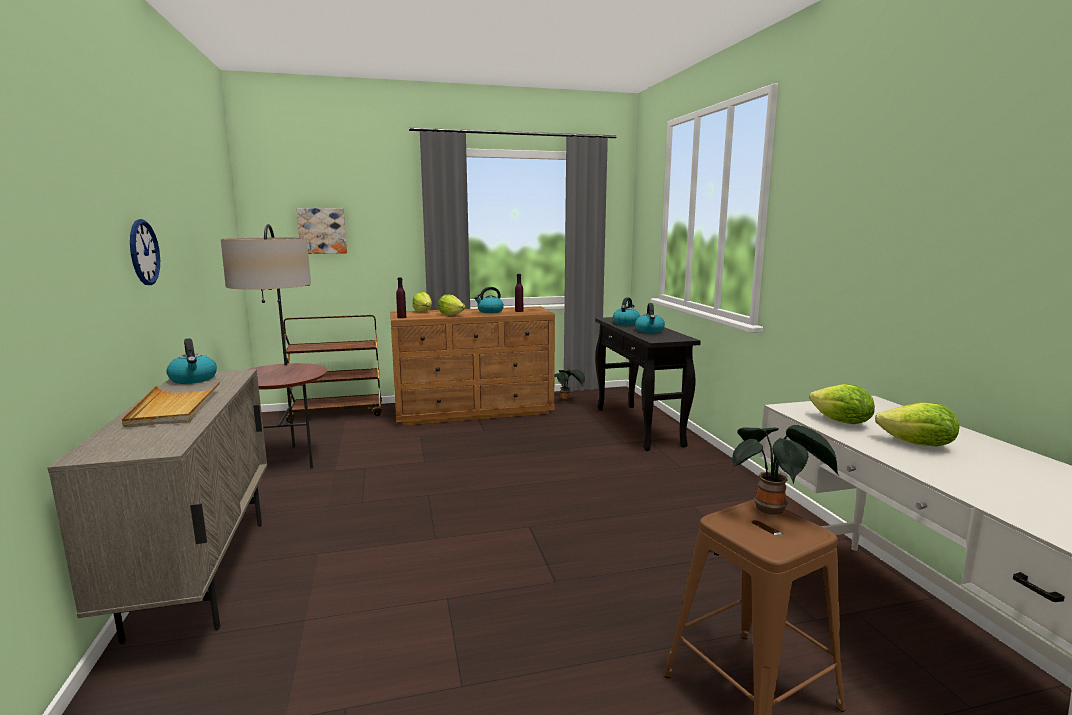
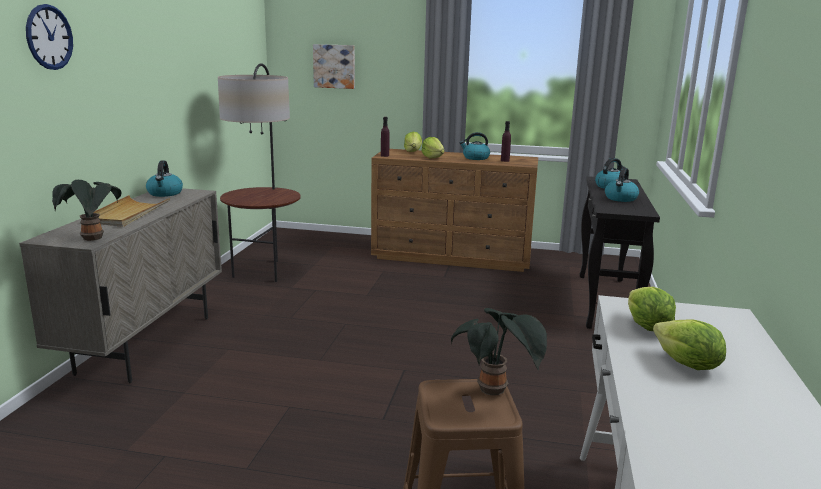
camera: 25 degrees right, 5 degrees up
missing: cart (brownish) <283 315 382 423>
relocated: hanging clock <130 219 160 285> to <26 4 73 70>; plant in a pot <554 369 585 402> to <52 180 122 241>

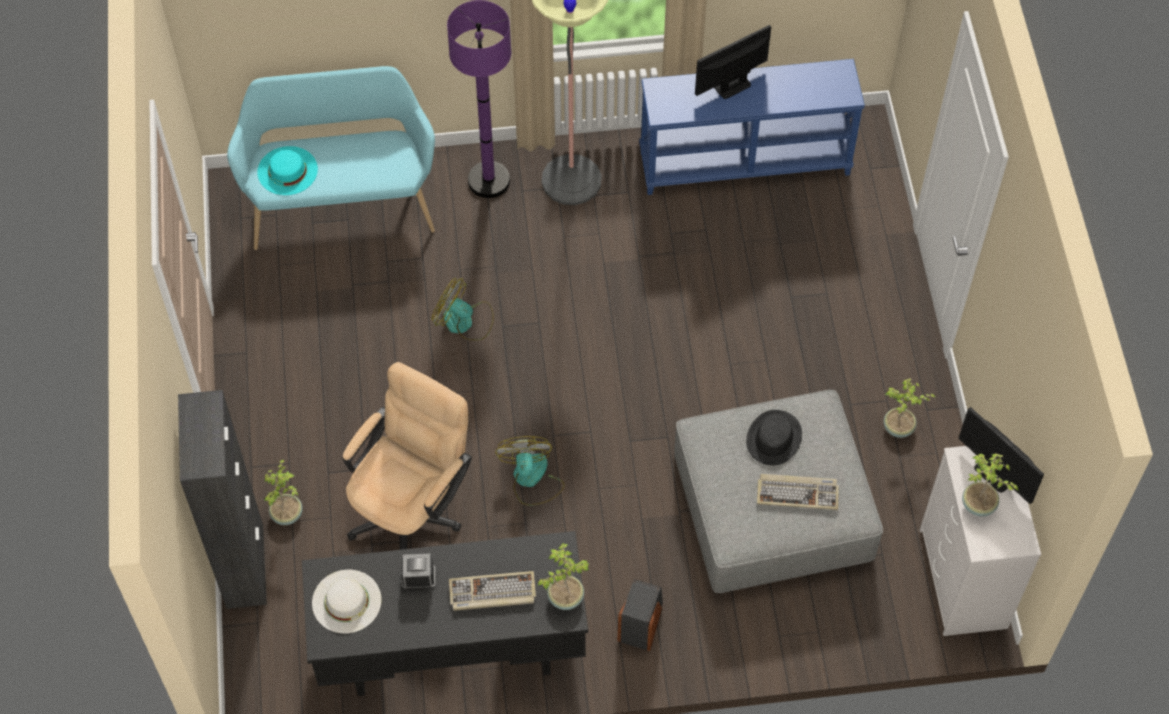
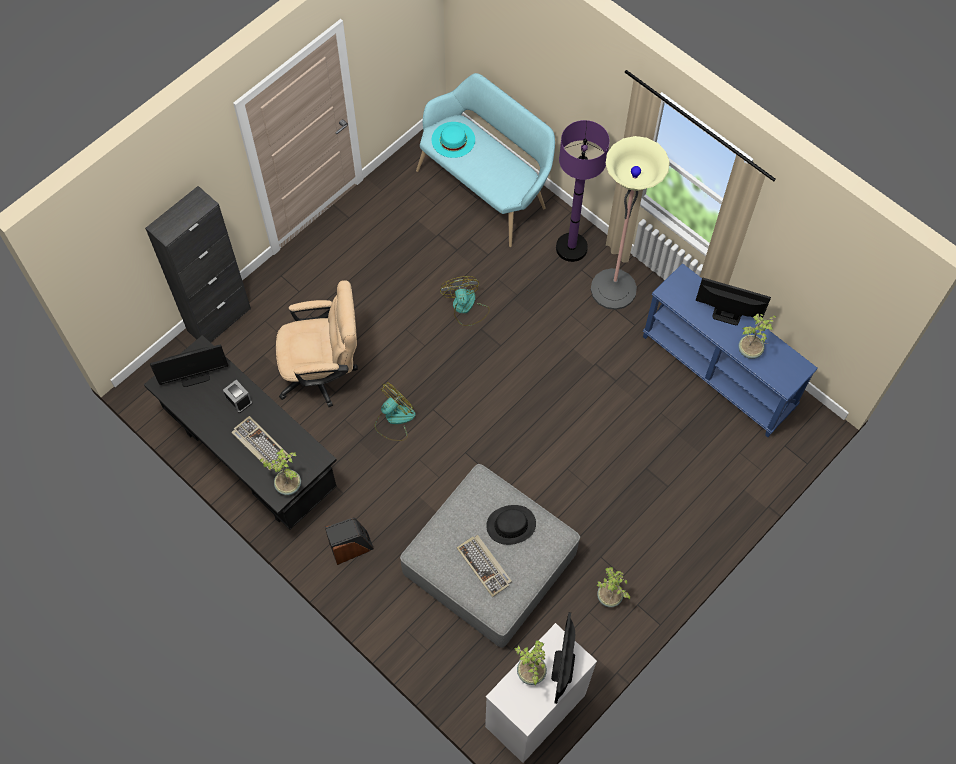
camera: 50 degrees right, 5 degrees up
relocated: plant in a pot <264 460 303 525> to <739 314 776 359>
exchanged: clothing hat (white) <312 570 381 634> to monitor <150 344 228 387>

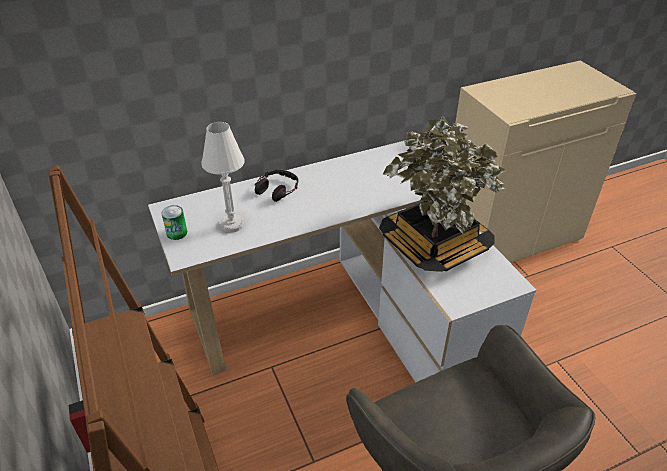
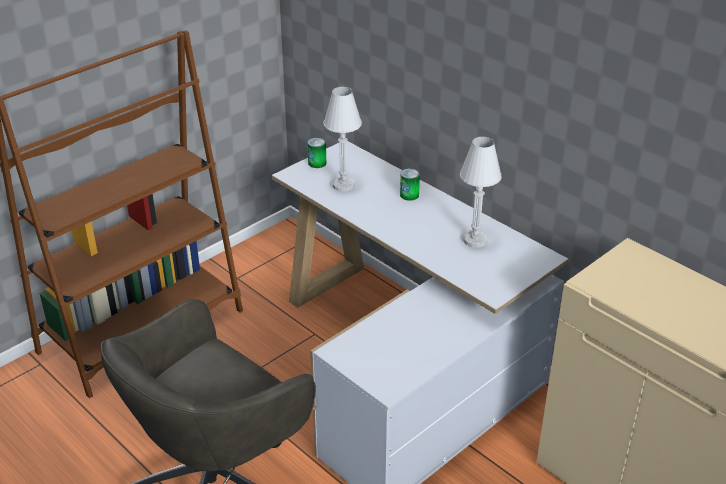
camera: 70 degrees right, 5 degrees down
missing: plant in a pot <379 116 506 272>
appeared: tabletop lamp (white) <460 137 502 248>
exchanged: headphones <255 169 299 202> to can <400 168 420 201>

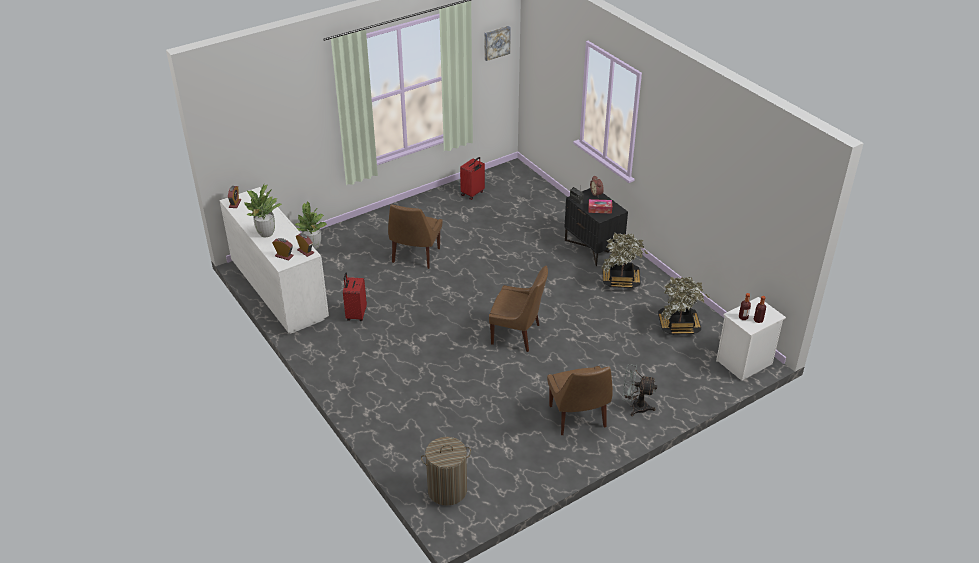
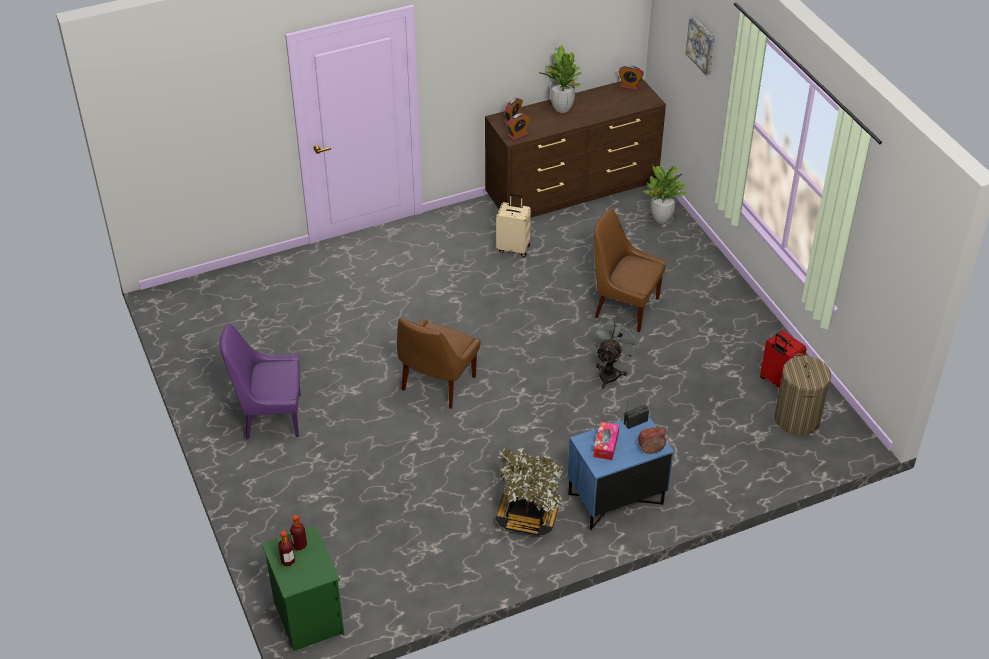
camera: 100 degrees right, 5 degrees up
missing: plant in a pot <658 277 710 334>
relocated: cooling fan (greyish) <622 364 657 416> to <592 317 639 389>; wall picture <485 26 511 61> to <685 17 715 76>; hamper <421 437 471 506> to <775 354 831 435>
colour: plain chair (brownish) <547 366 613 435> to plain chair (purple) <220 324 301 440>; bedside table (white) <716 297 786 381> to bedside table (greenish) <262 525 344 651>; chest of drawers (white) <220 187 329 334> to chest of drawers (brownish) <485 78 666 218>; piece of luggage (red-coloured) <343 273 367 321> to piece of luggage (beige-coloured) <496 193 531 257>; bedside table (black) <564 188 628 266> to bedside table (blue-coloured) <568 416 674 530>

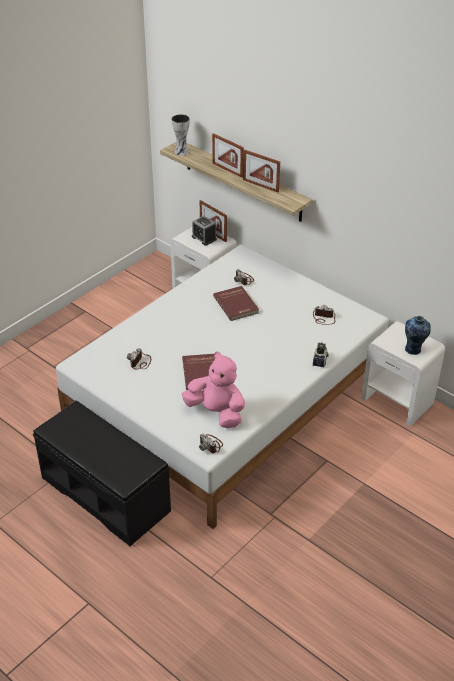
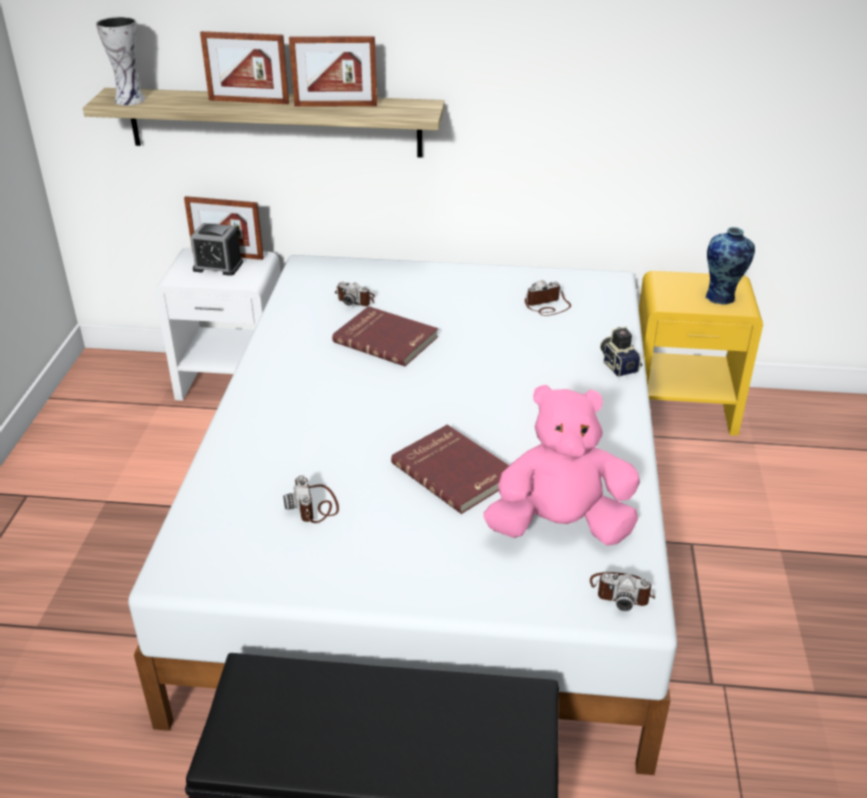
camera: 35 degrees left, 5 degrees down
colour: bedside table (white) <361 321 445 426> to bedside table (yellowish) <639 271 763 436>

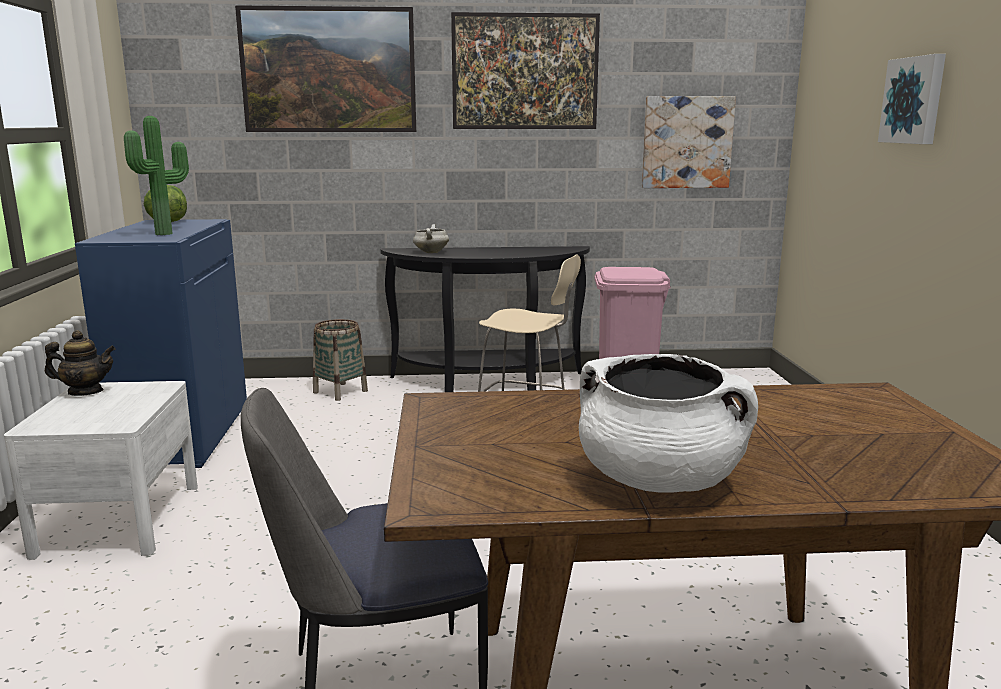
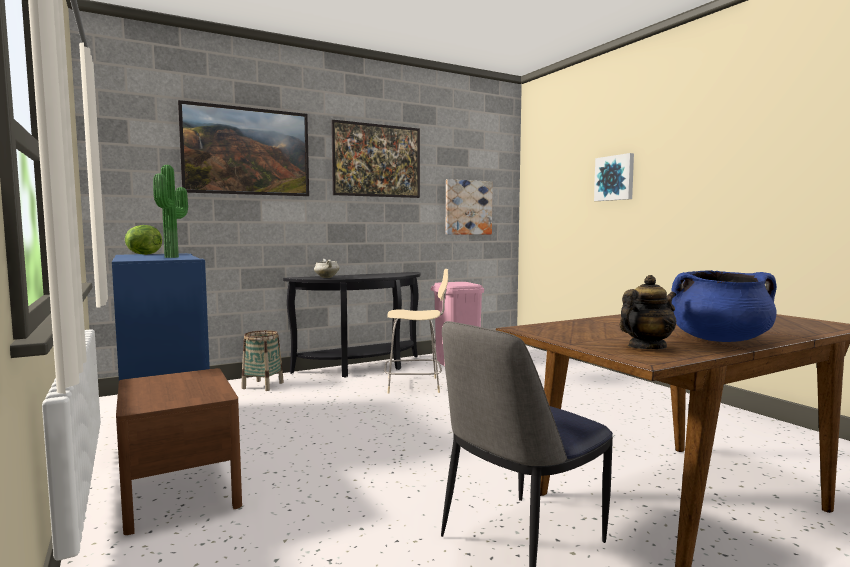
camera: 25 degrees left, 10 degrees down
relocated: teapot <45 330 116 396> to <620 275 676 349>
colour: bedside table (white) <4 381 198 560> to bedside table (brownish) <116 368 242 535>; saucepot (white) <579 354 758 493> to saucepot (blue-coloured) <671 270 777 342>

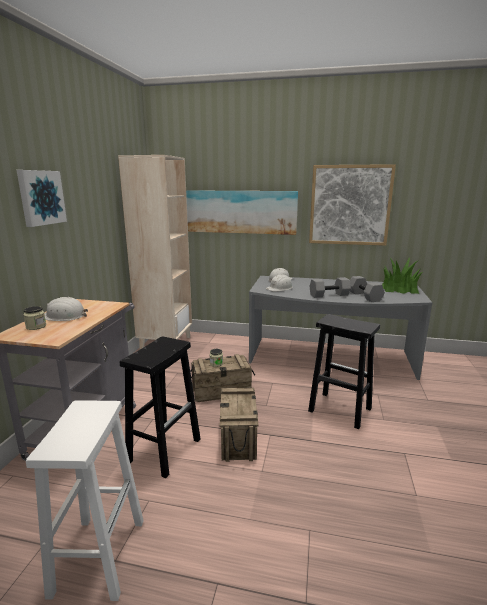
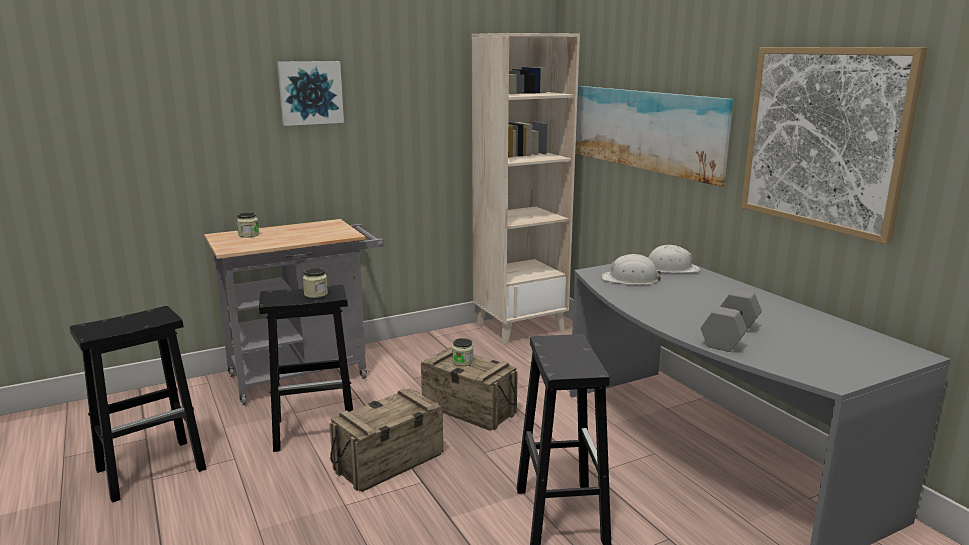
camera: 50 degrees right, 0 degrees up
missing: safety helmet (white) <44 297 88 321>; dumbbell (greyish) <309 277 351 298>; plant in a pot <382 257 422 294>
appeared: preserve jar <303 268 328 298>
colour: stool seat (white) <26 400 144 601> to stool seat (black) <70 306 206 503>

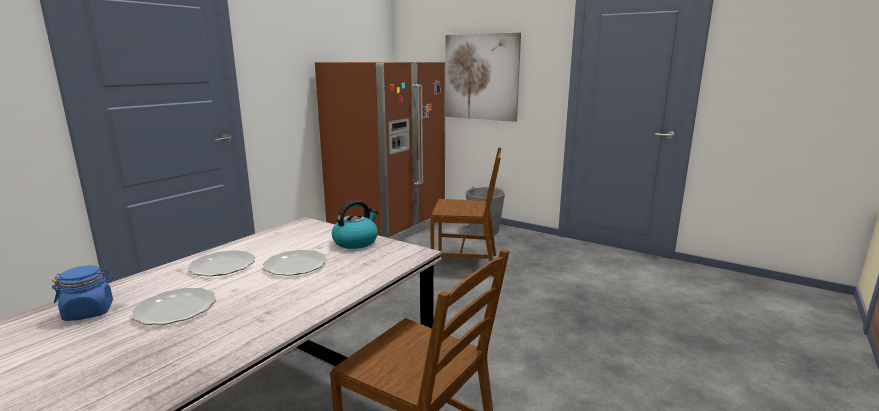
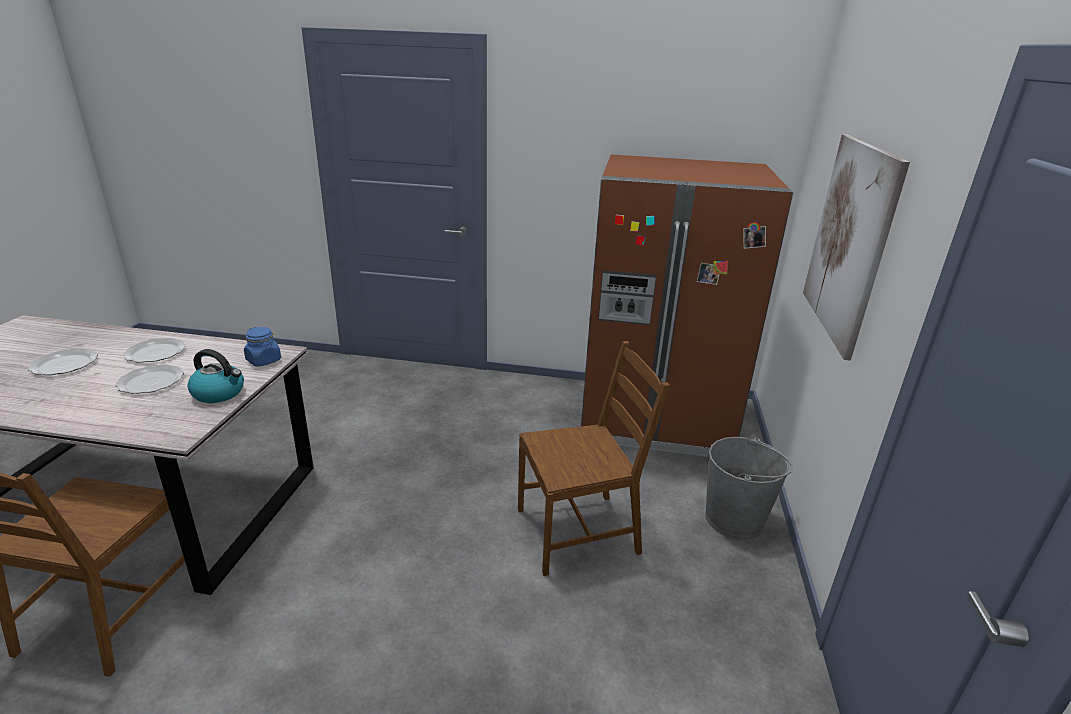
camera: 65 degrees right, 10 degrees up
relocated: preserve jar (blue-coloured) <52 265 113 321> to <244 327 281 367>
spun: plain chair (brownish) <430 148 501 276> = <518 341 670 576> 90 degrees counterclockwise

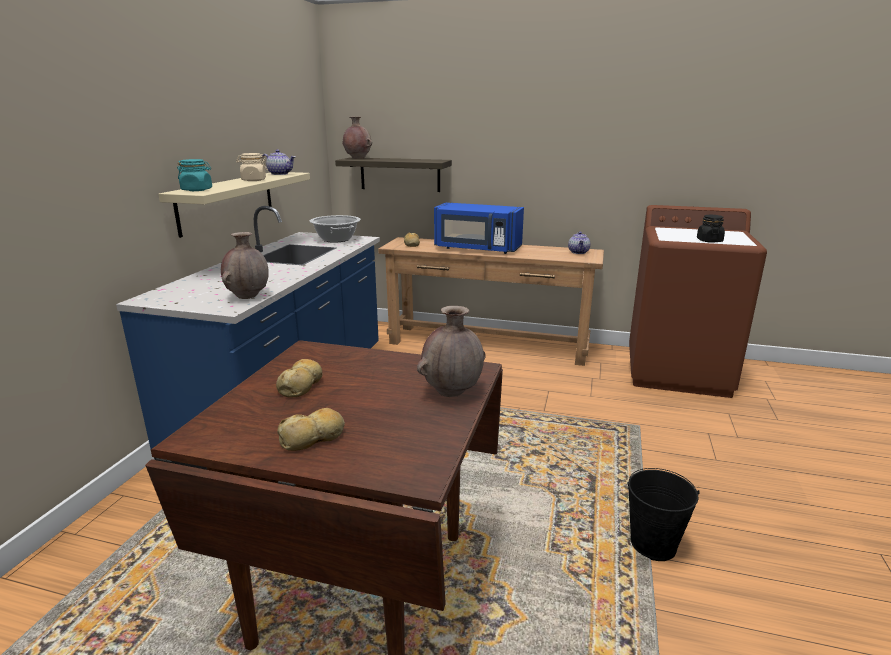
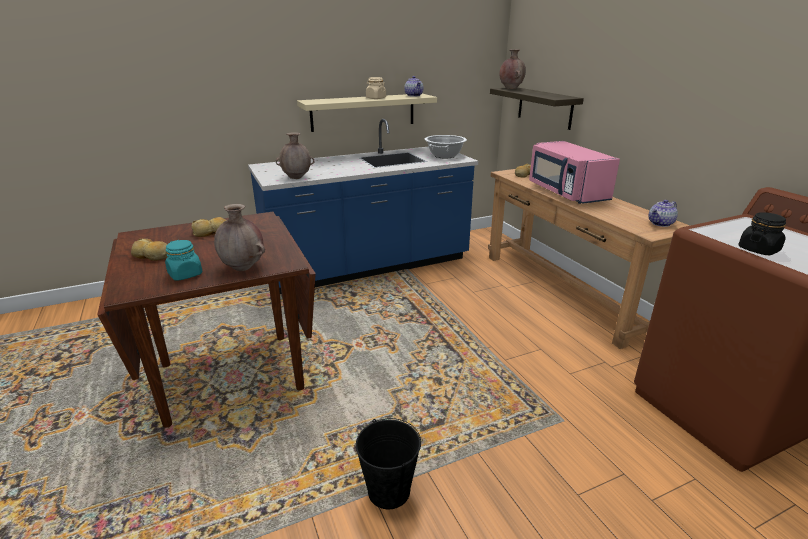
camera: 50 degrees right, 5 degrees up
relocated: preserve jar (turquoise) <177 159 212 191> to <165 240 203 281>
colour: microwave oven (blue-coloured) <434 203 524 254> to microwave oven (pinkish) <529 141 620 204>

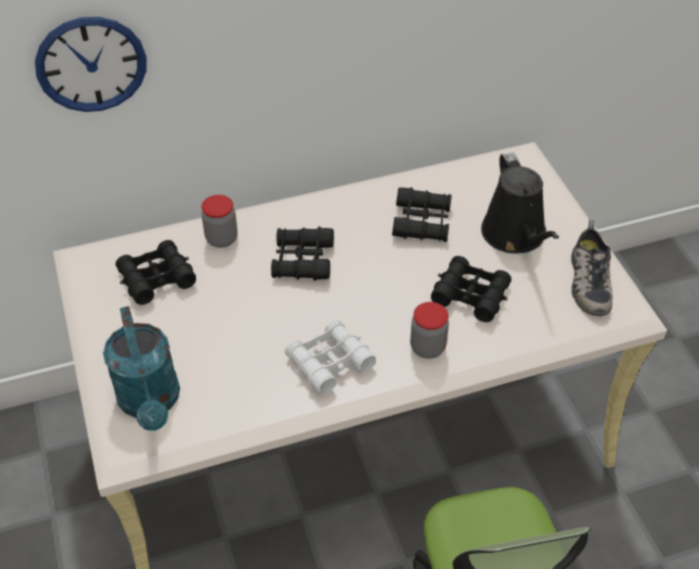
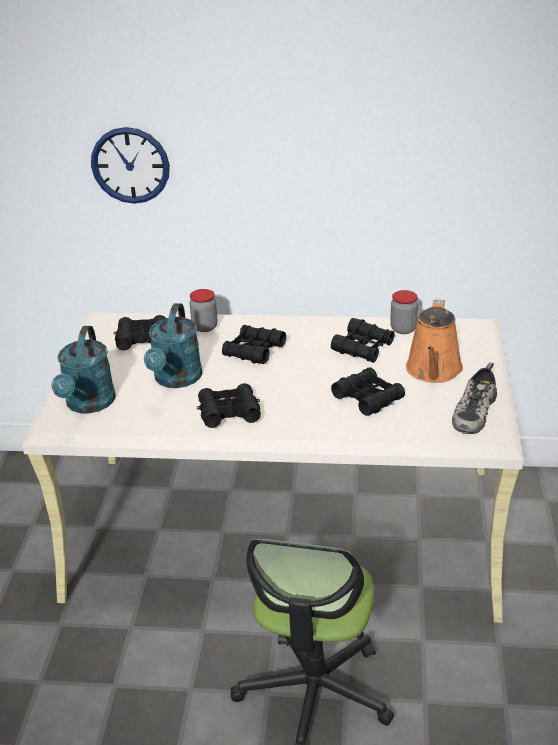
camera: 25 degrees right, 15 degrees down
appeared: watering can (turquoise) <144 303 202 388>
relocated: preserve jar <410 302 449 359> to <390 290 418 334>
colour: binoculars (white) <285 319 376 394> to binoculars (black) <197 383 261 428>; watering can (black) <481 152 559 253> to watering can (orangey) <406 300 463 383>

